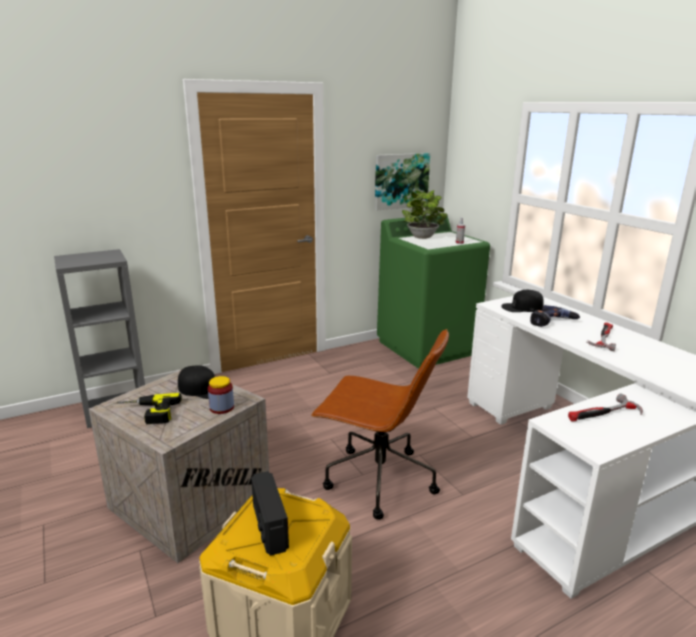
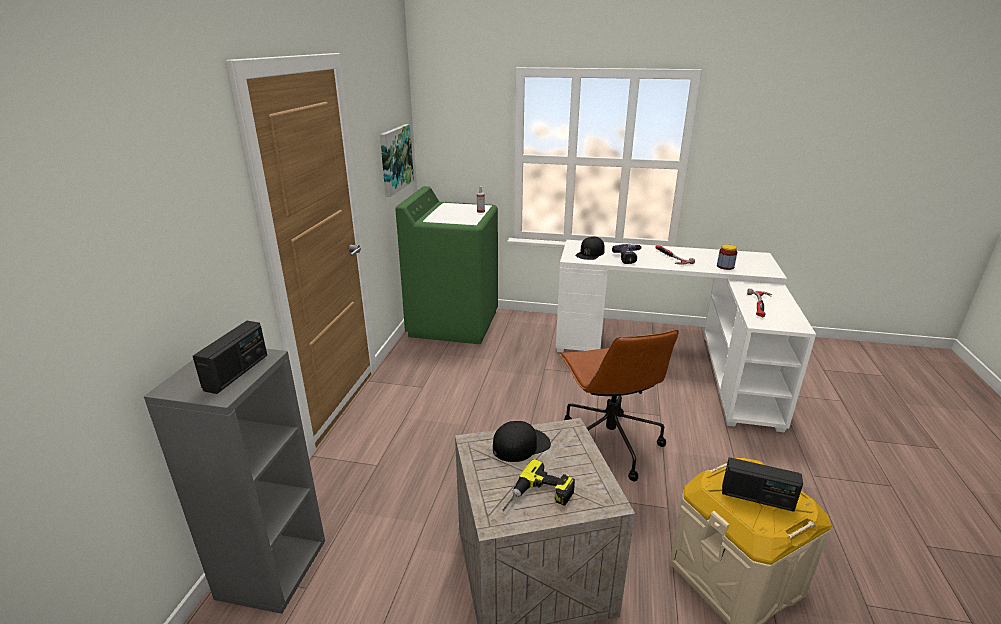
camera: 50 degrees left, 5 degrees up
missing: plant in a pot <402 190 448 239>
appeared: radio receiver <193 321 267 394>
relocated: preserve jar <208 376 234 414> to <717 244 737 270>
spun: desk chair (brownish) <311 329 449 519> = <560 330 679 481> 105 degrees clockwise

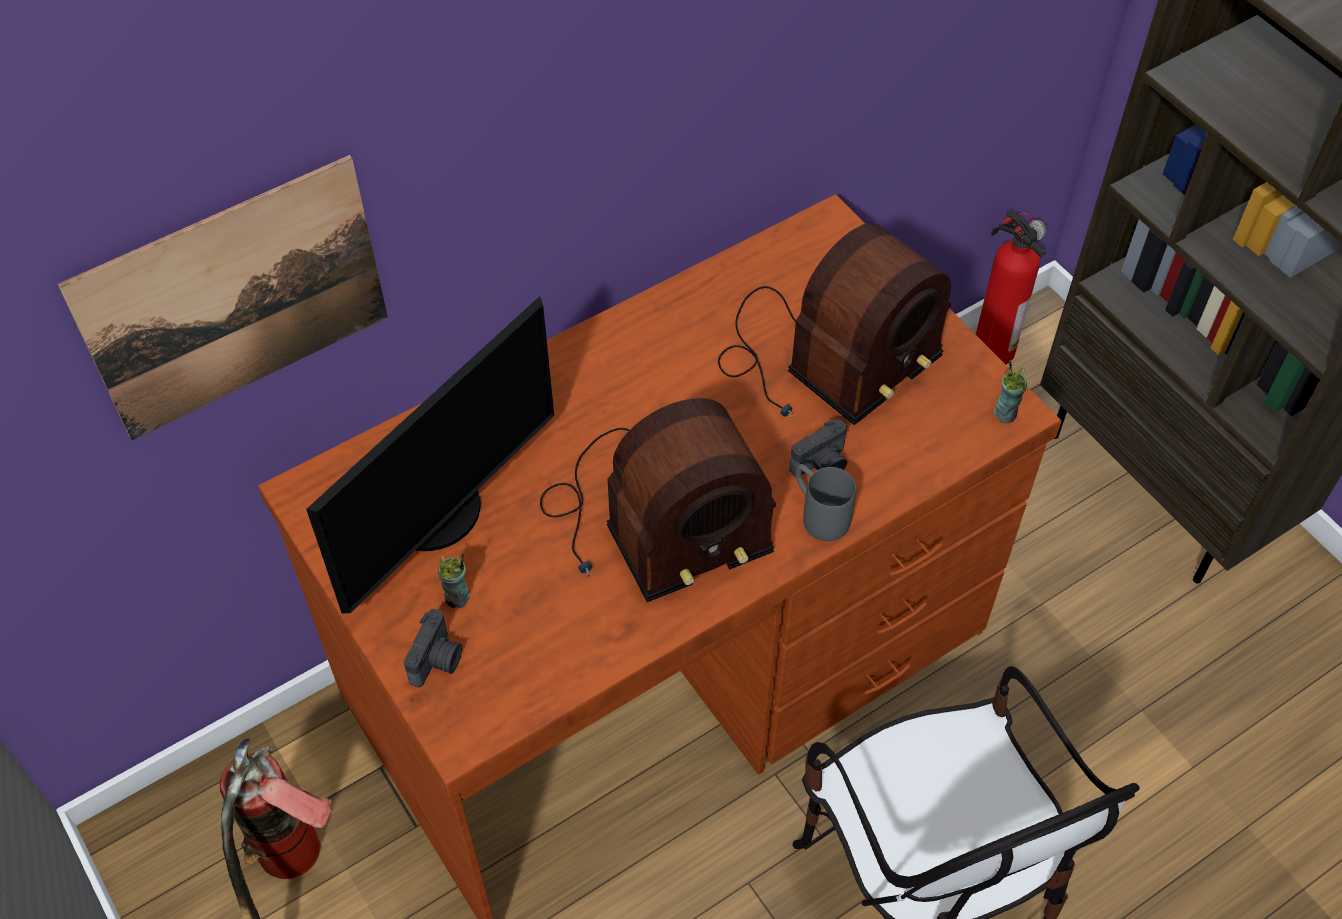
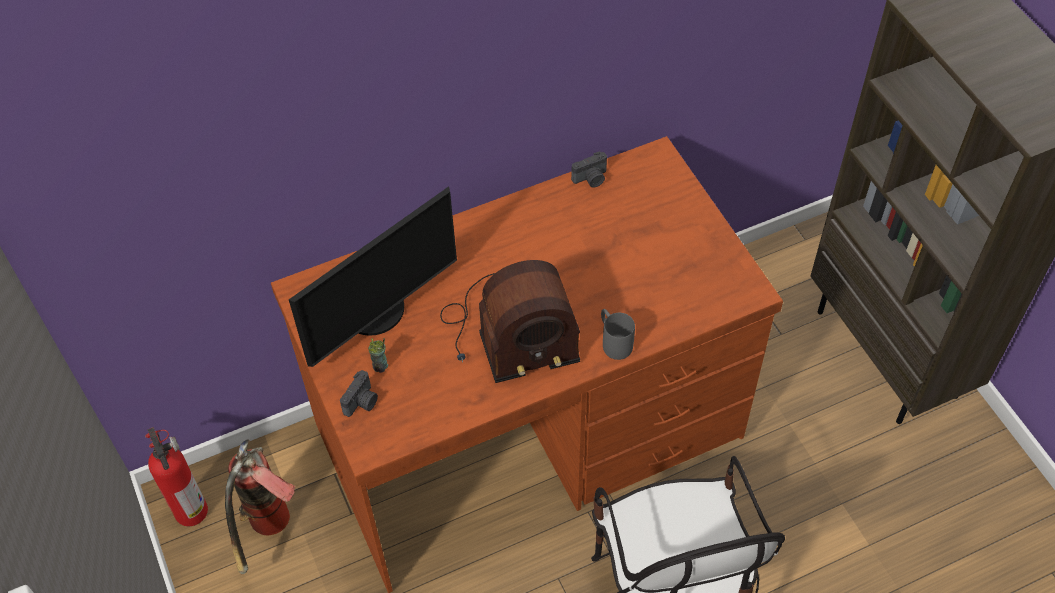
camera: 10 degrees right, 0 degrees up
missing: wall picture <58 155 388 440>; radio receiver <718 223 951 425>; small cup <993 361 1027 423>
relocated: fire-fighting cylinder <976 209 1047 364> to <145 427 208 526>; still camera <789 419 847 477> to <571 151 607 188>

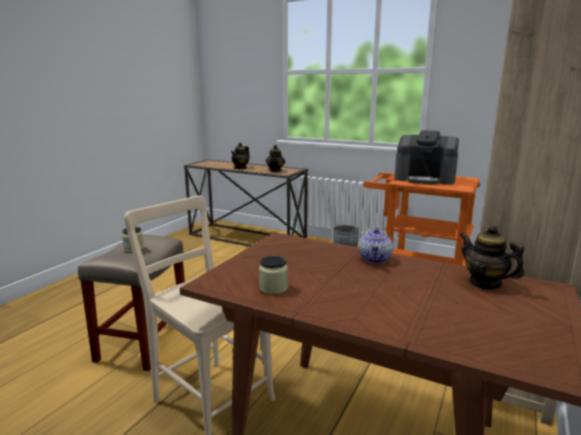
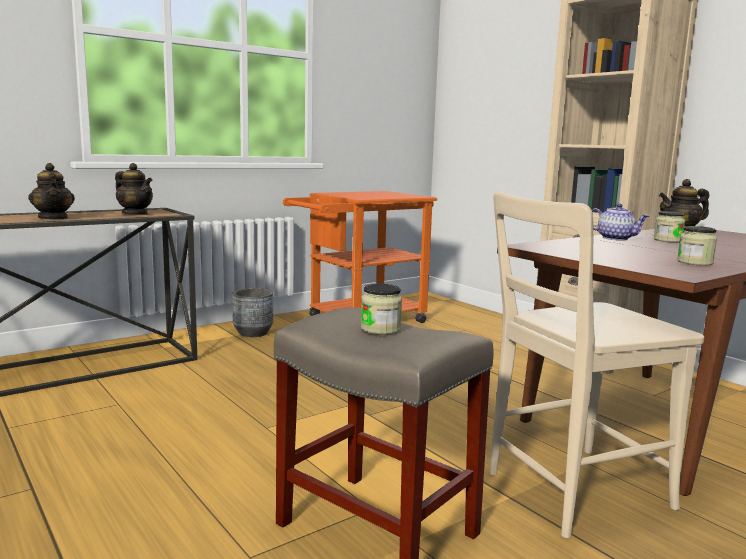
camera: 65 degrees left, 5 degrees down
missing: coffee maker <394 130 459 185>
appeared: preserve jar <654 211 685 242>

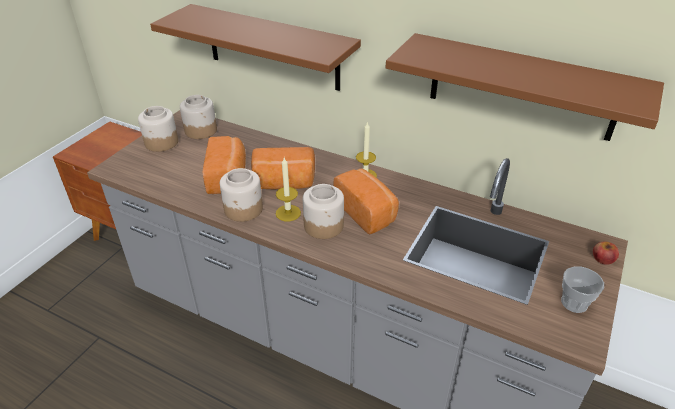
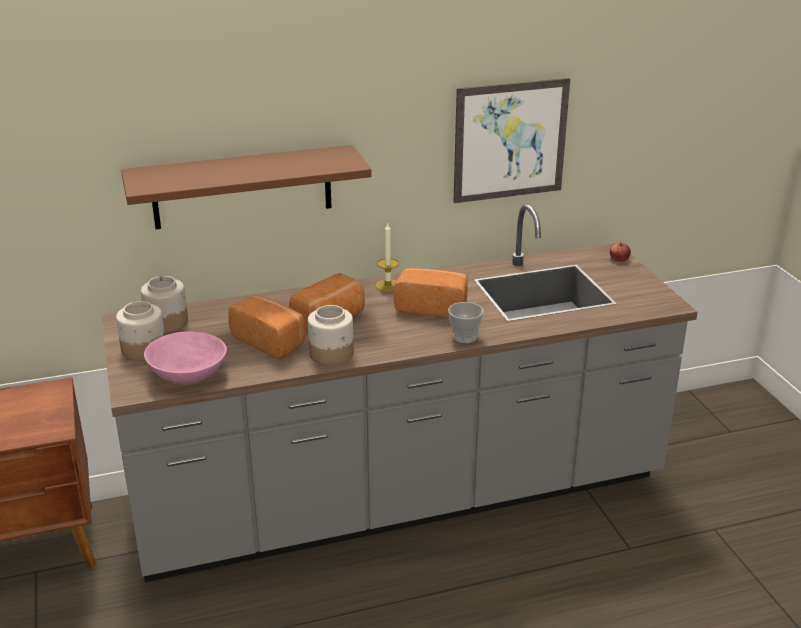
camera: 45 degrees left, 10 degrees down
missing: candle <276 158 301 221>; preserve jar <303 184 344 239>
appeared: deep dish (pinkish) <144 331 227 384>
relocated: small cup <561 266 604 313> to <448 302 484 343>
exchanged: bracket shelf (brownish) <386 33 664 141> to wall picture <453 78 570 203>

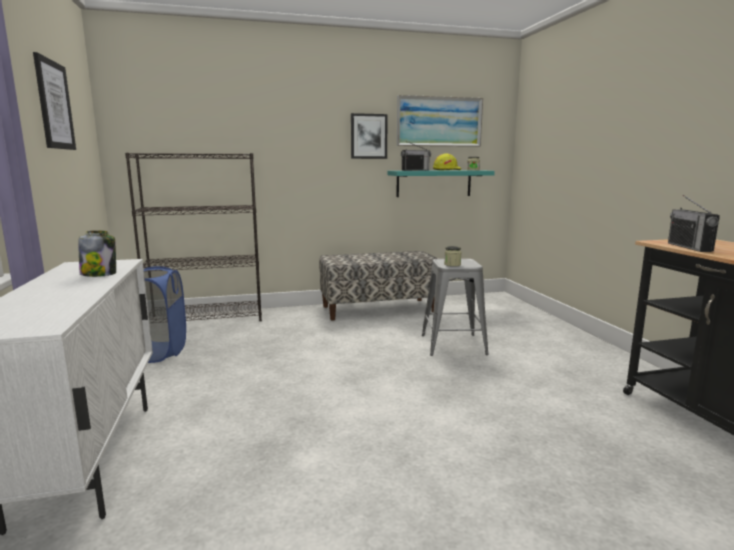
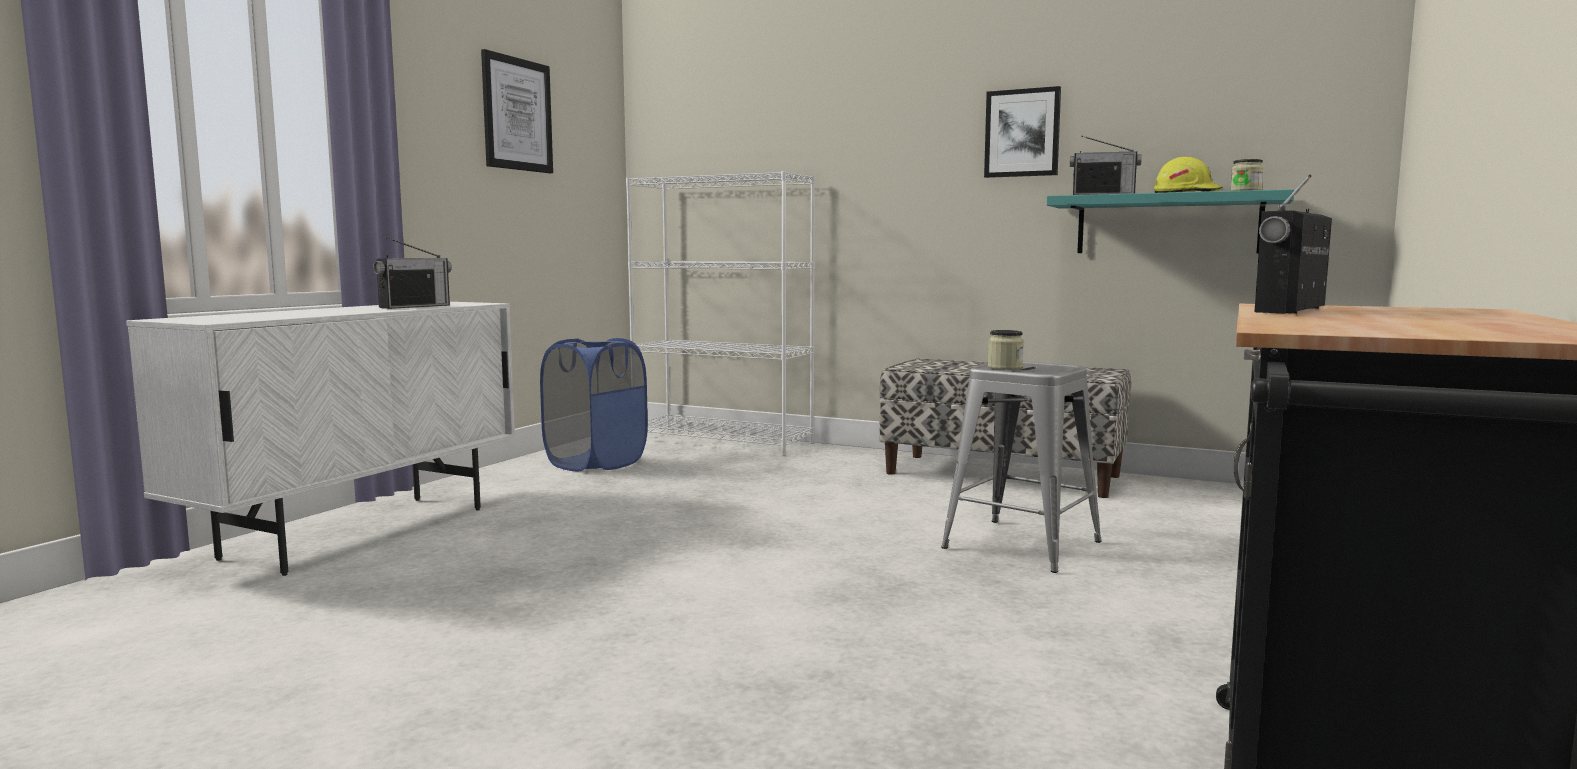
camera: 40 degrees right, 5 degrees down
missing: wall picture <397 95 483 147>
exchanged: preserve jar <78 230 116 277> to radio receiver <373 237 452 309>
colour: bookcase (black) <125 153 262 321> to bookcase (white) <626 171 815 456>

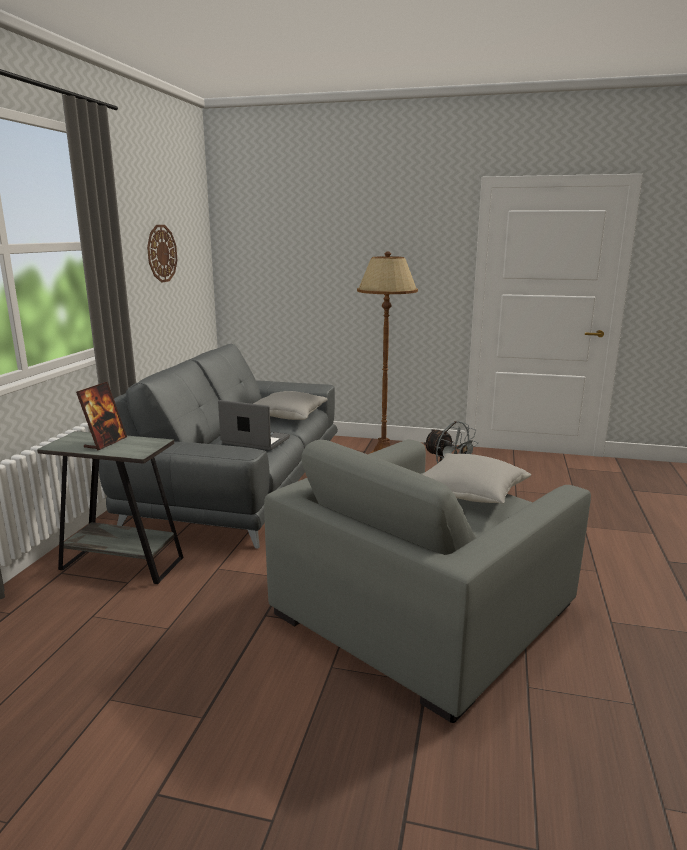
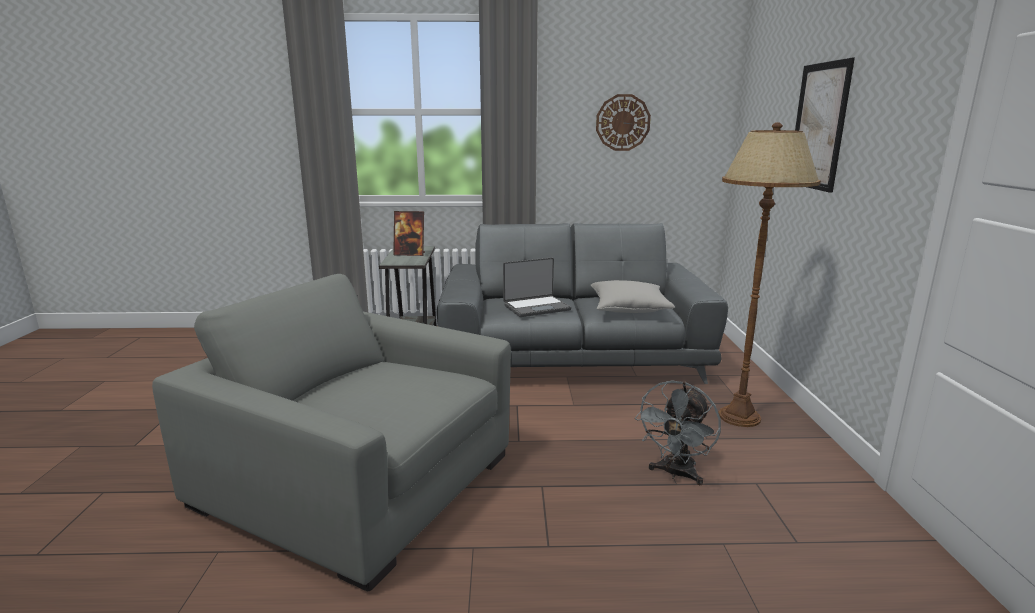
camera: 75 degrees right, 0 degrees up
missing: pillow (greyish) <422 453 531 504>
appeared: wall picture <795 58 855 193>
spun: portable computer <218 400 290 450> = <503 257 571 317> 60 degrees clockwise

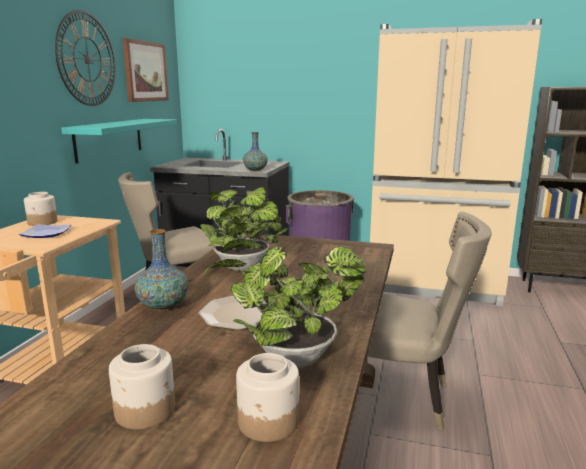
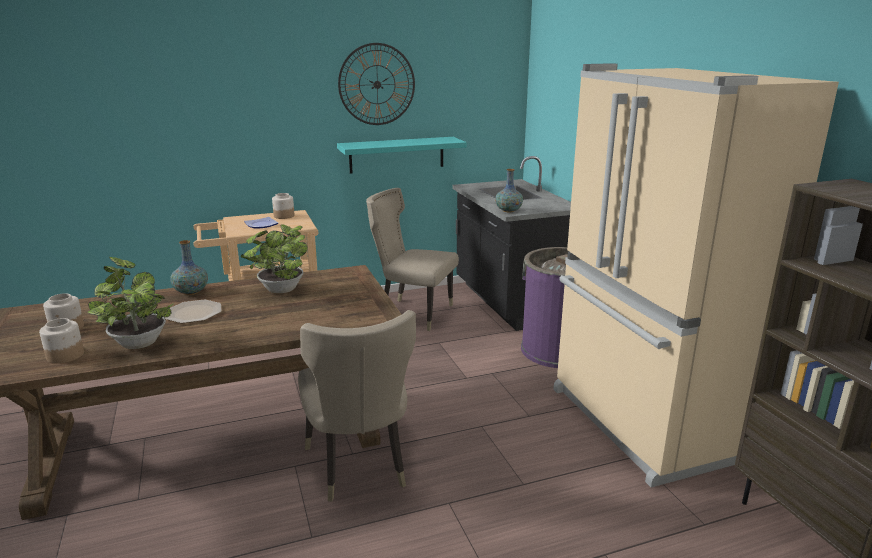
camera: 55 degrees right, 5 degrees up
missing: wall picture <123 38 169 102>

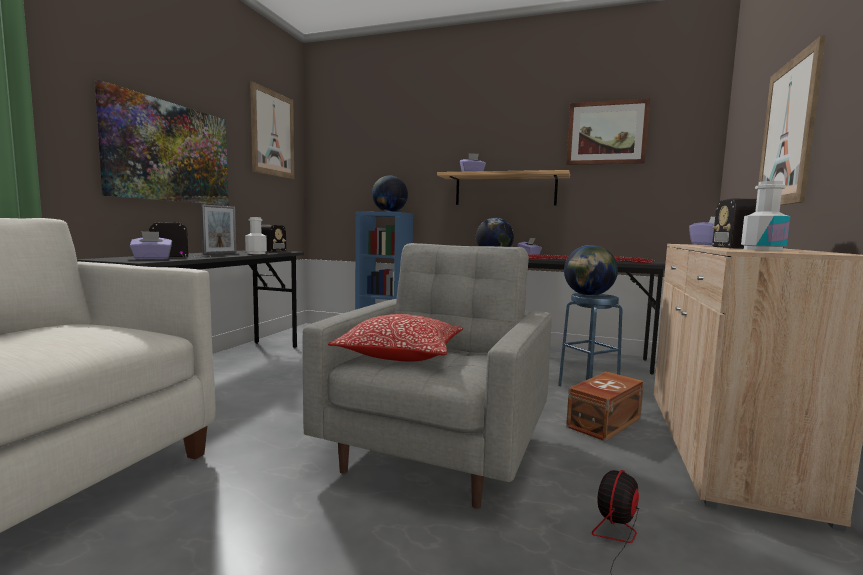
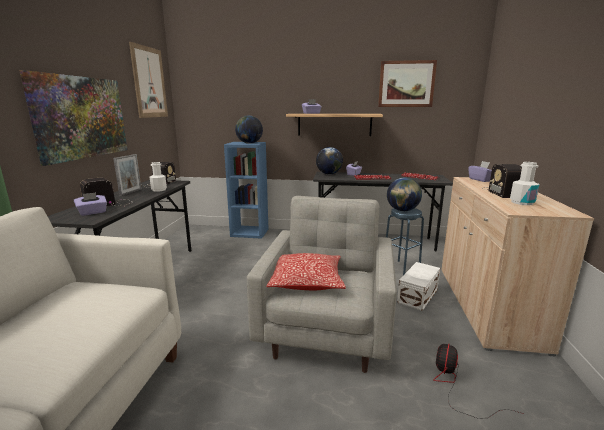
camera: 10 degrees left, 10 degrees up
missing: wall picture <757 35 826 205>
colour: storage bin (brownish) <566 372 644 441> to storage bin (white) <397 262 440 311>

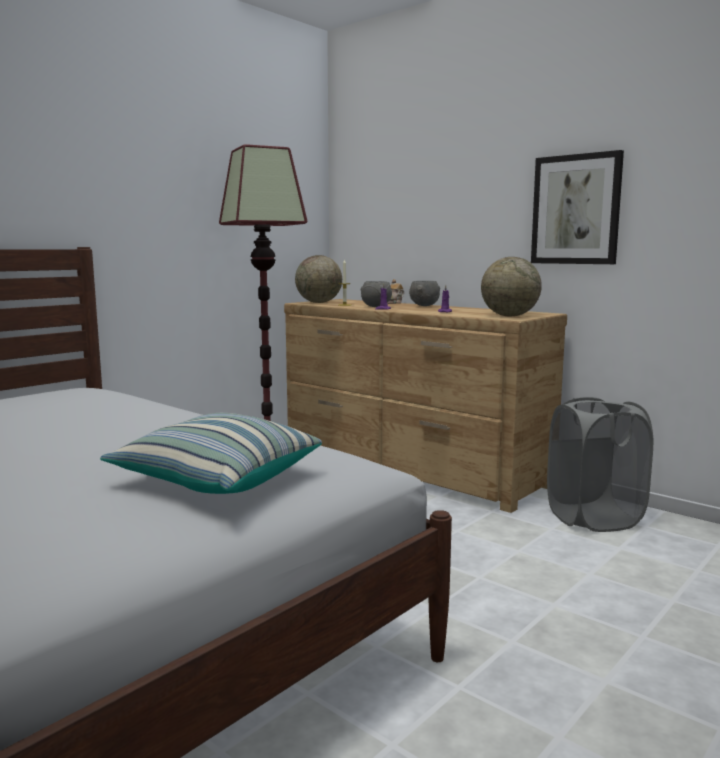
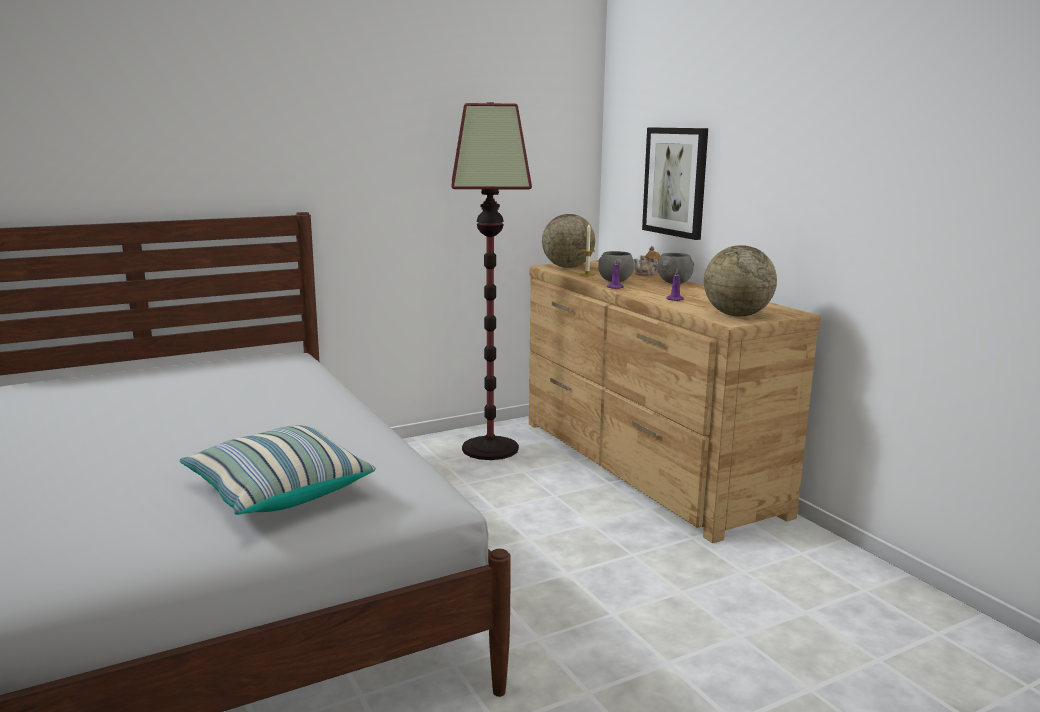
camera: 20 degrees right, 5 degrees up
missing: hamper (greyish) <547 397 653 532>
relocated: wall picture <531 150 624 264> to <642 127 708 240>

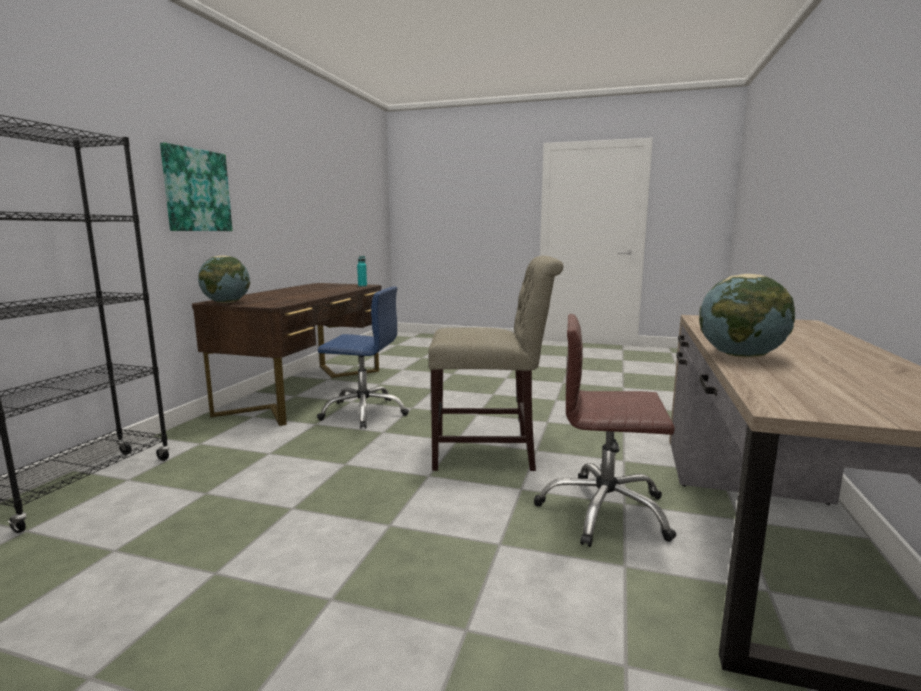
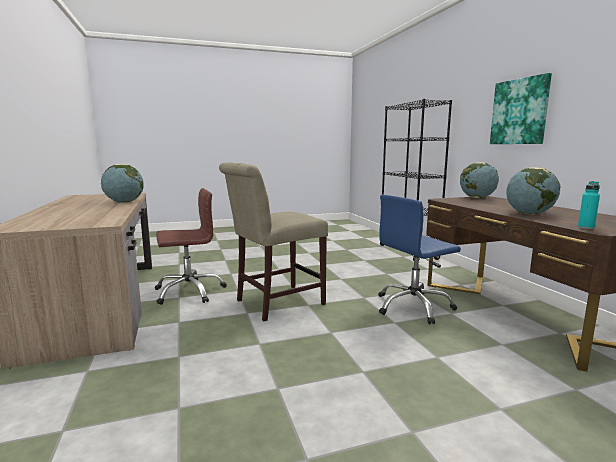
camera: 145 degrees right, 0 degrees up
appeared: world globe <506 167 560 215>

